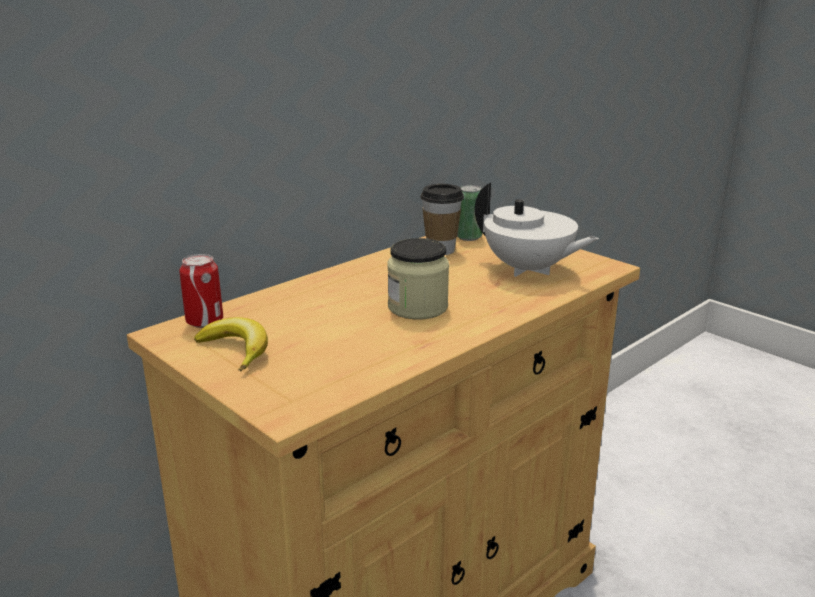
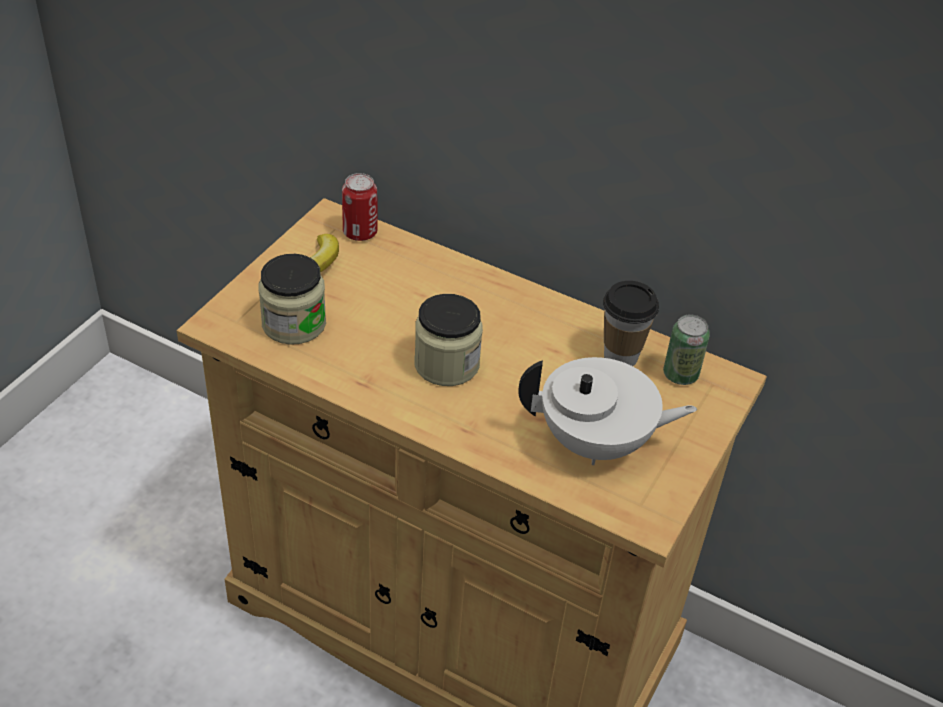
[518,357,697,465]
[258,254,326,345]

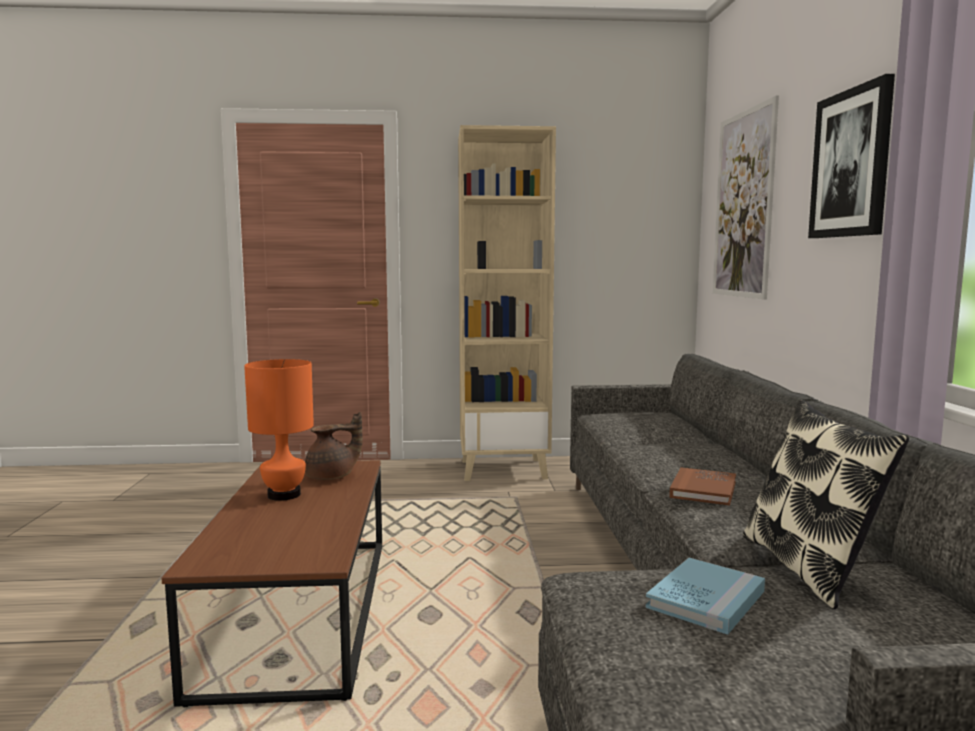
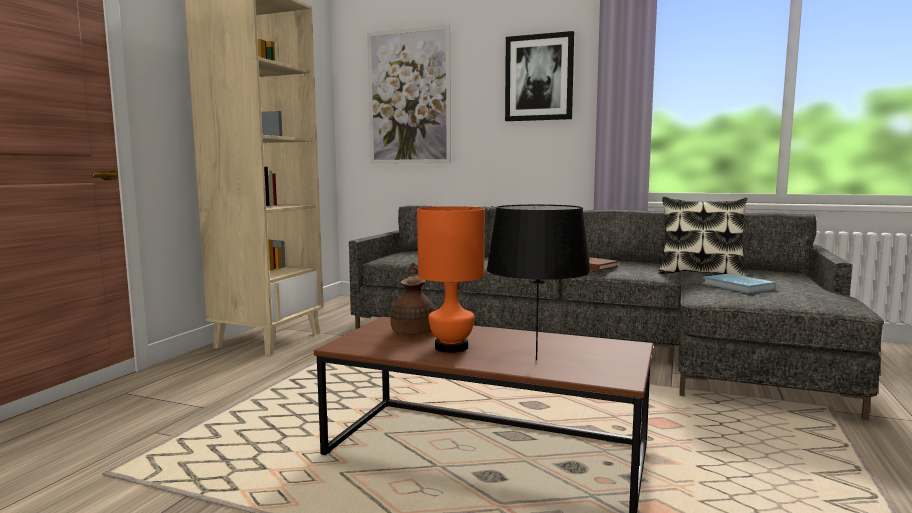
[486,204,591,361]

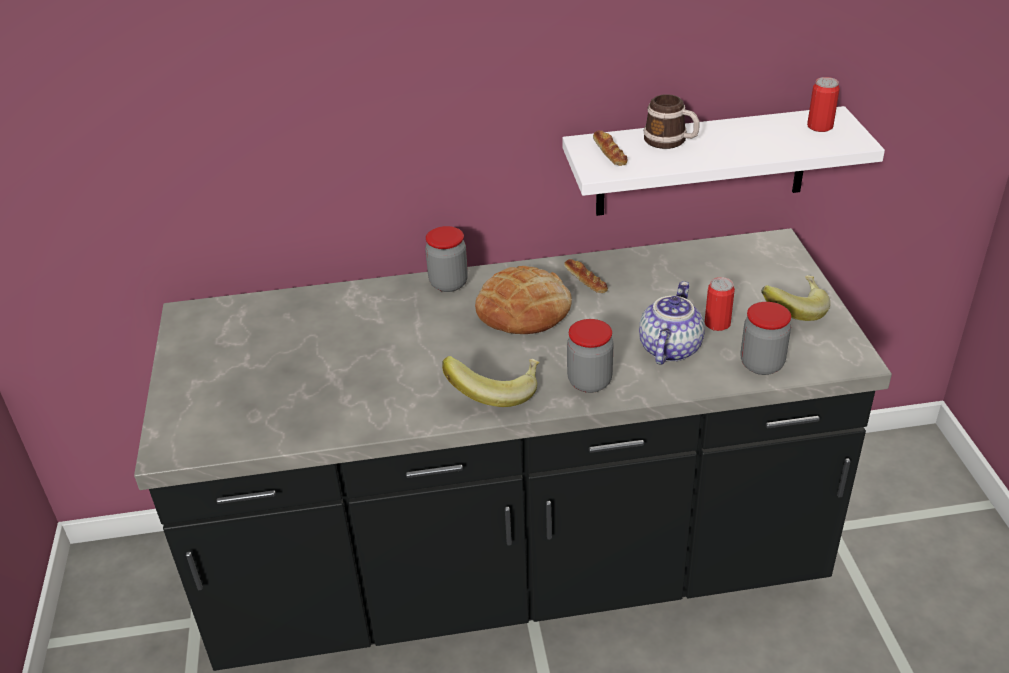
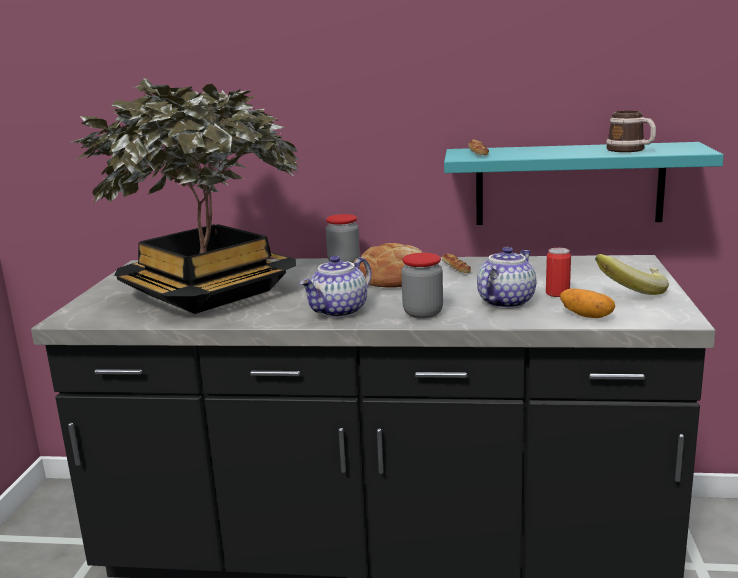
[300,256,372,318]
[444,142,724,225]
[606,111,656,152]
[560,288,616,318]
[807,77,840,132] (first image)
[69,78,299,314]

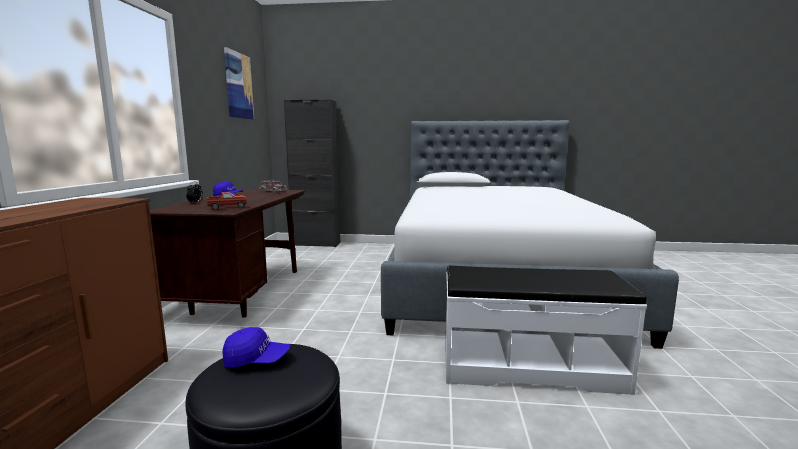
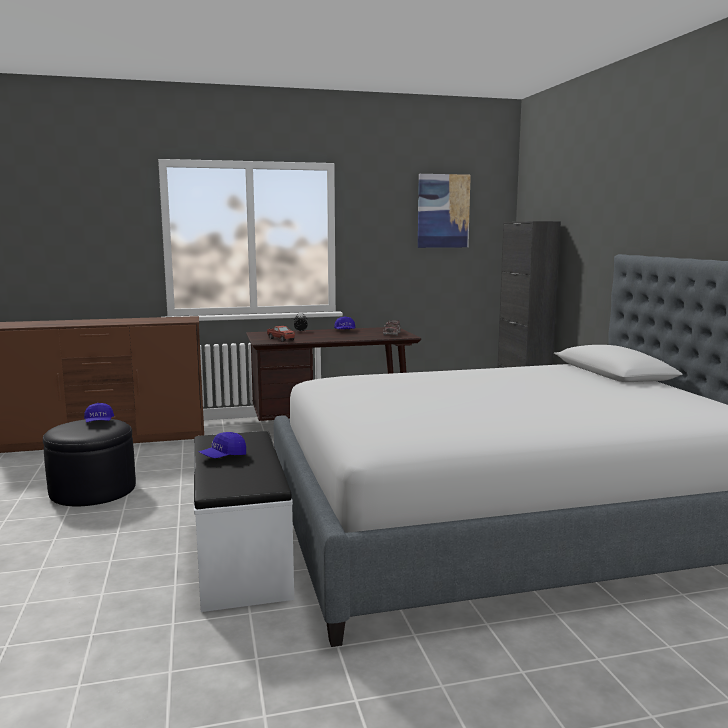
[198,432,246,458]

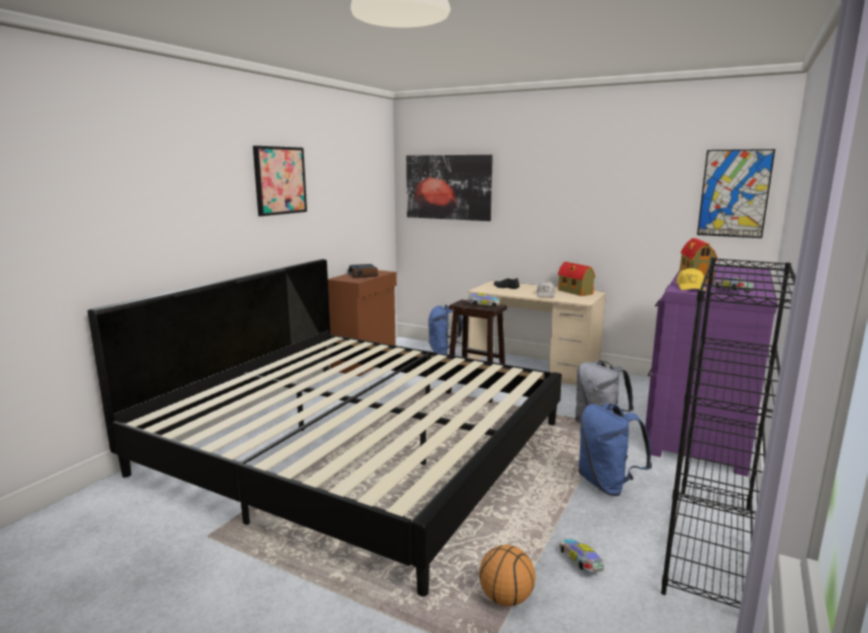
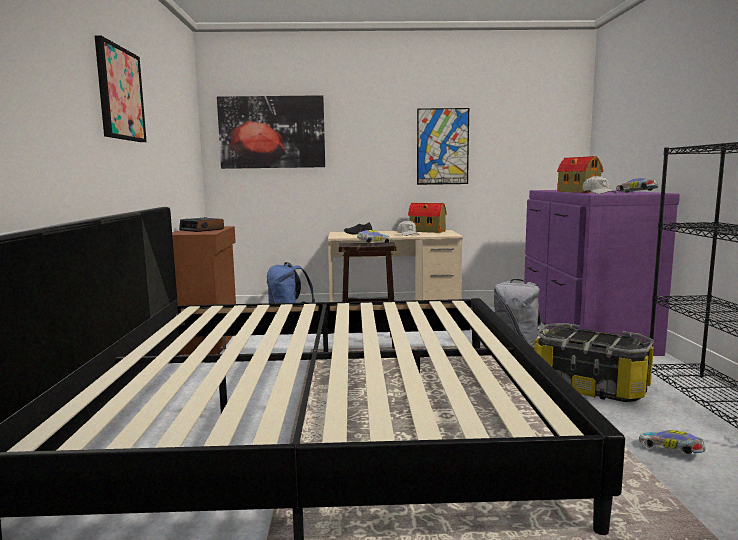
[479,545,535,606] (first image)
[534,323,654,402]
[582,175,617,194]
[417,108,469,185]

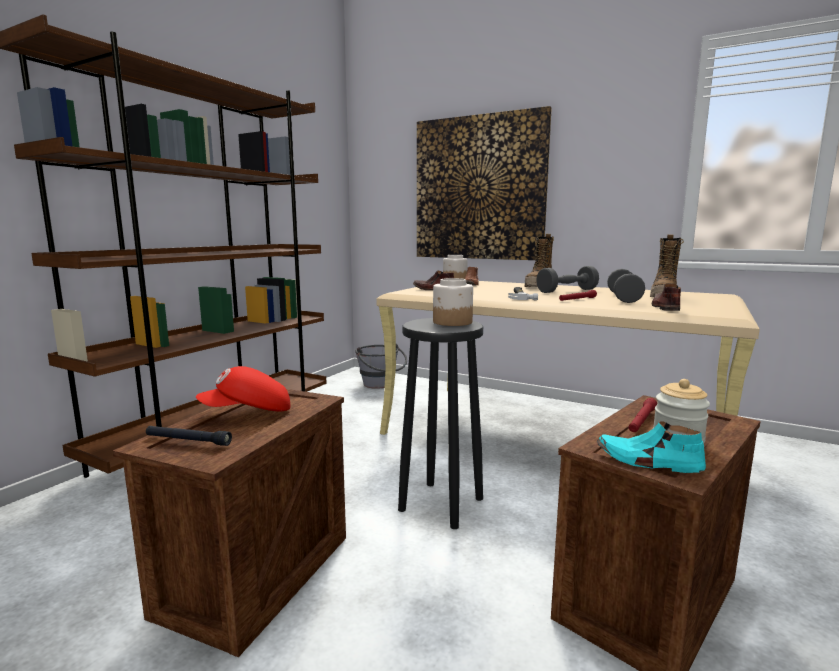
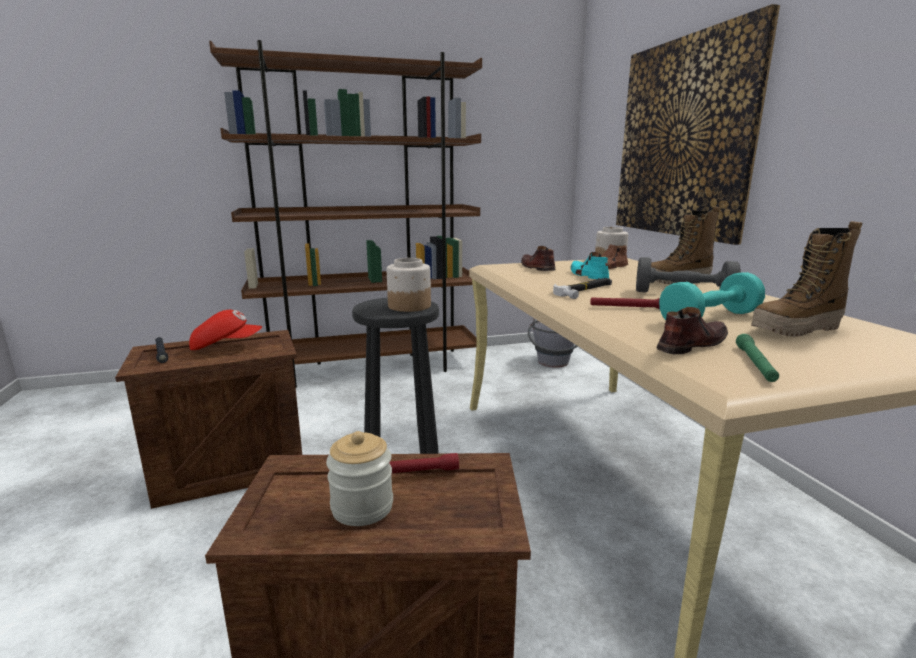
[189,310,262,350]
[571,252,609,280]
[659,272,765,320]
[736,334,779,382]

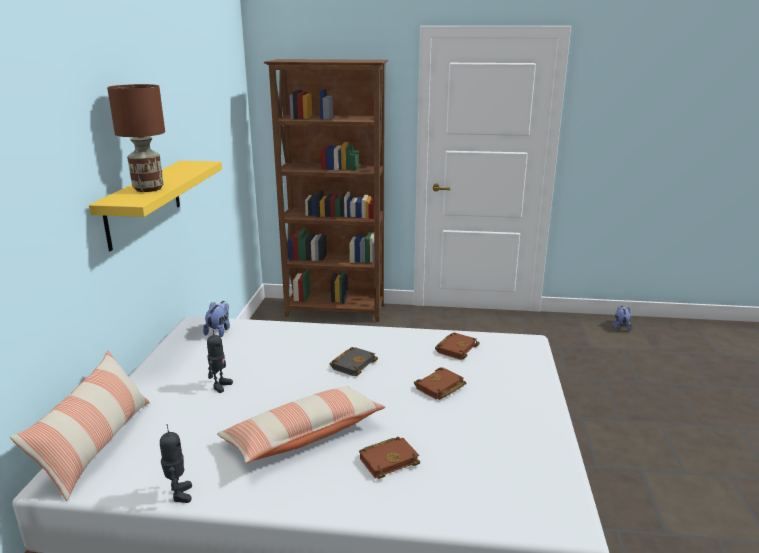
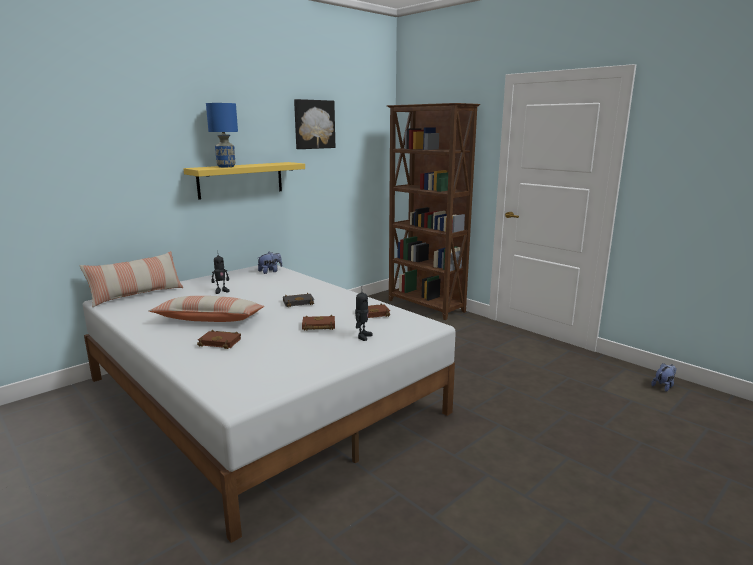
[206,103,238,167]
[355,286,373,341]
[294,99,335,149]

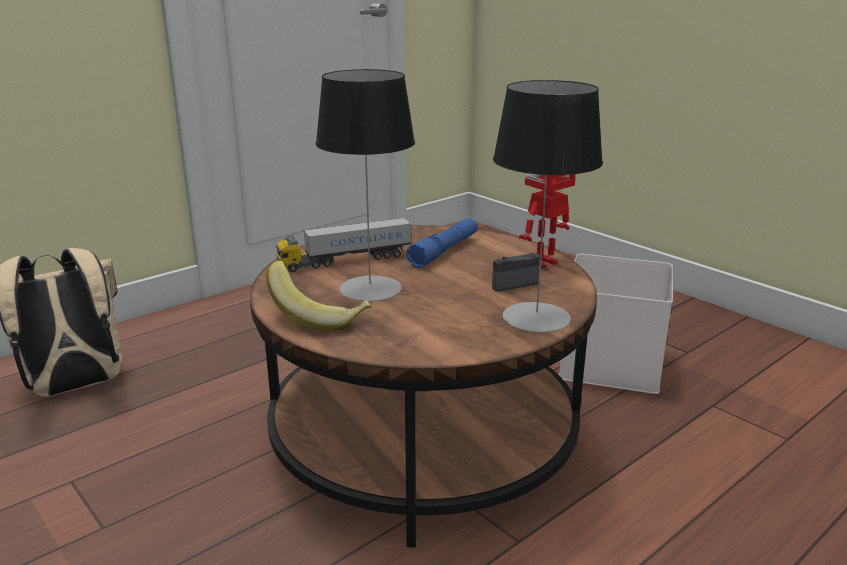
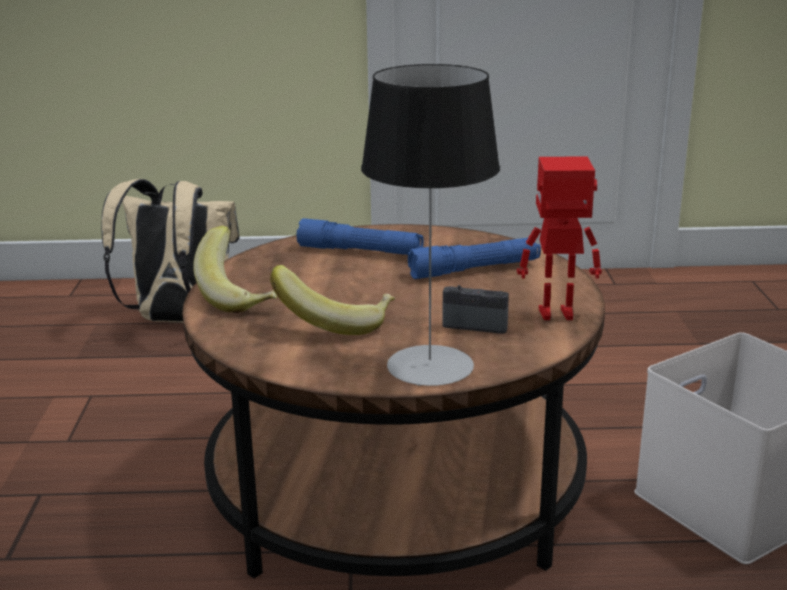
[296,218,424,255]
[316,69,415,302] (first image)
[270,265,395,335]

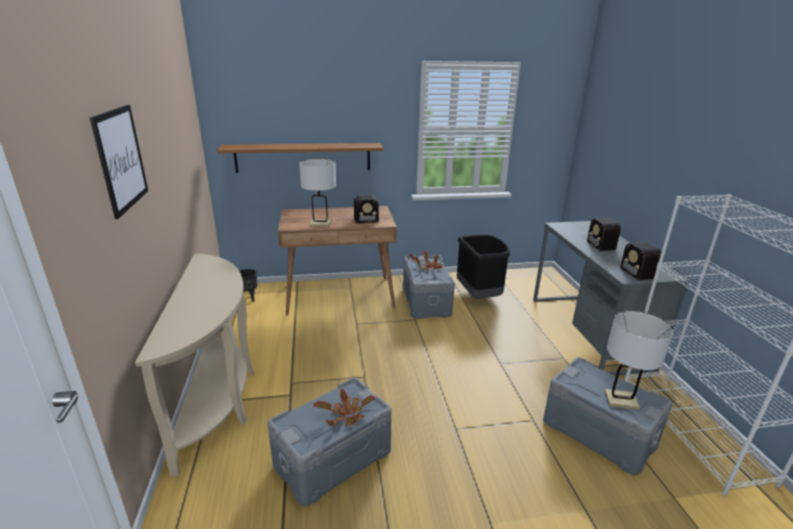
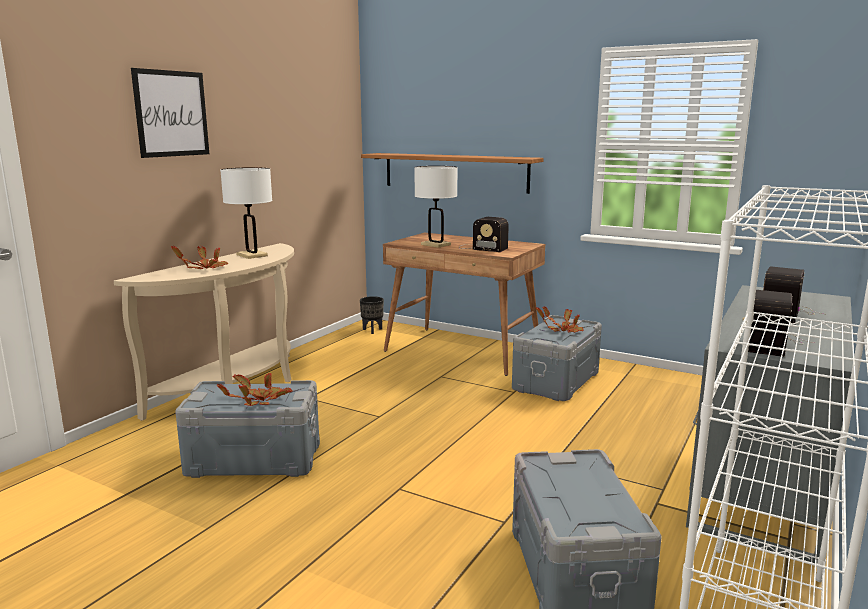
[457,234,510,299] (first image)
[220,167,272,259]
[171,246,228,269]

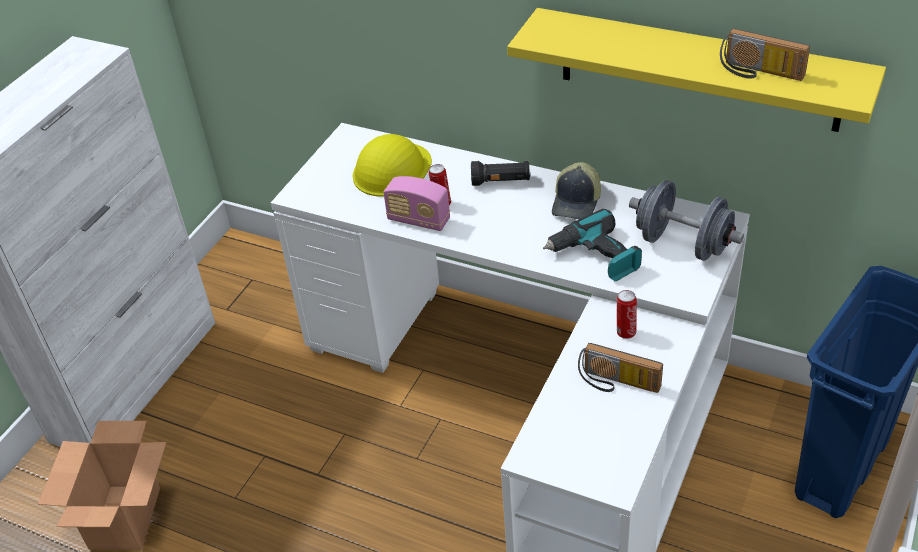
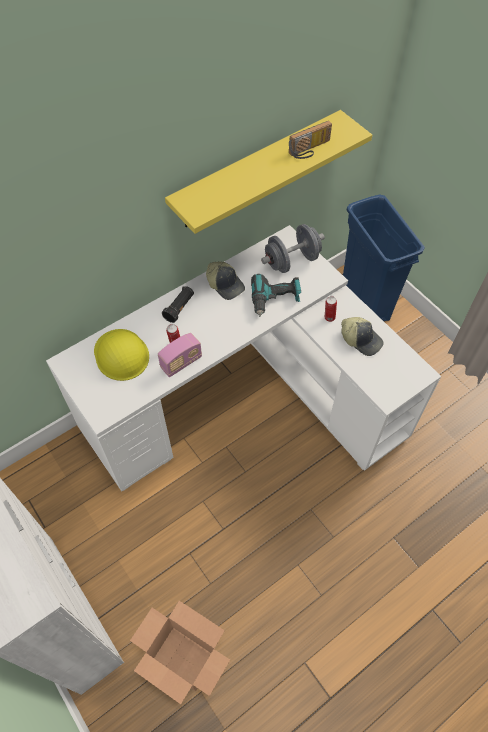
[341,317,384,356]

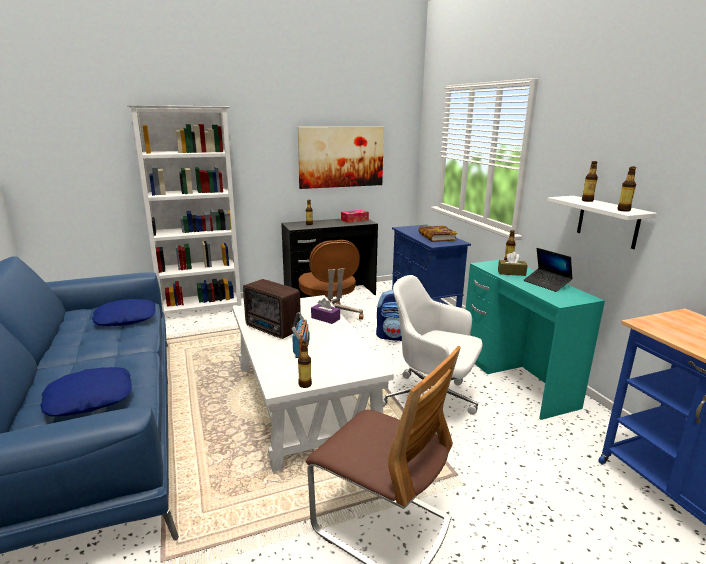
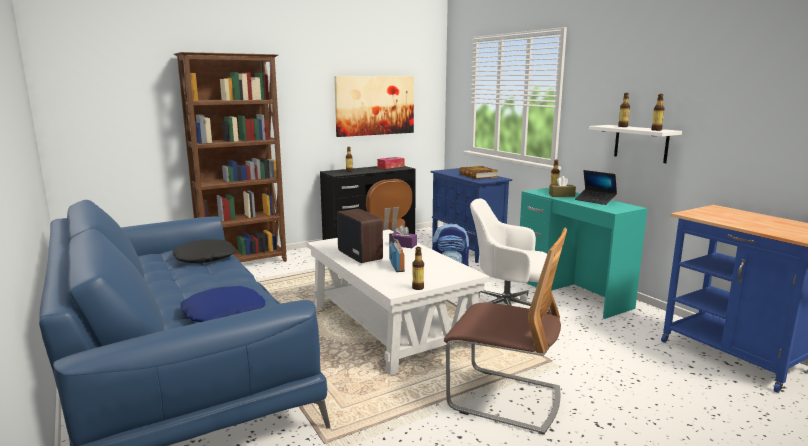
[172,239,237,263]
[174,52,287,262]
[337,209,383,263]

